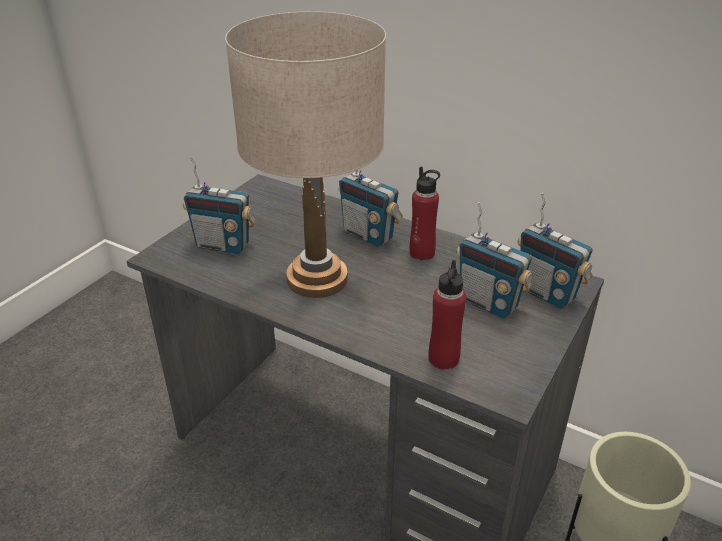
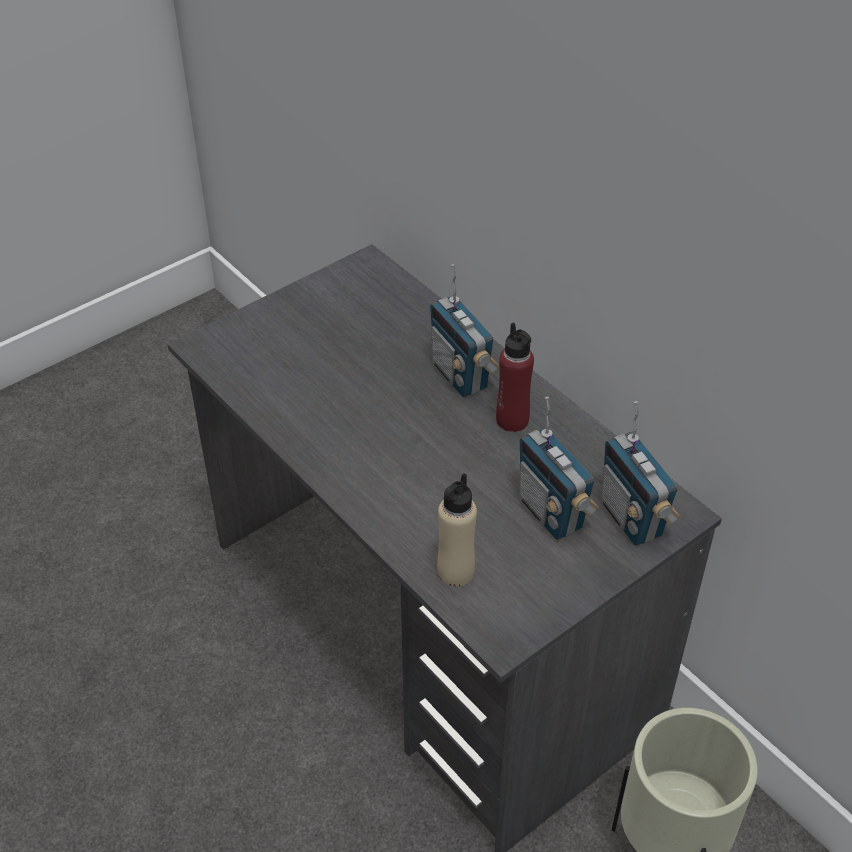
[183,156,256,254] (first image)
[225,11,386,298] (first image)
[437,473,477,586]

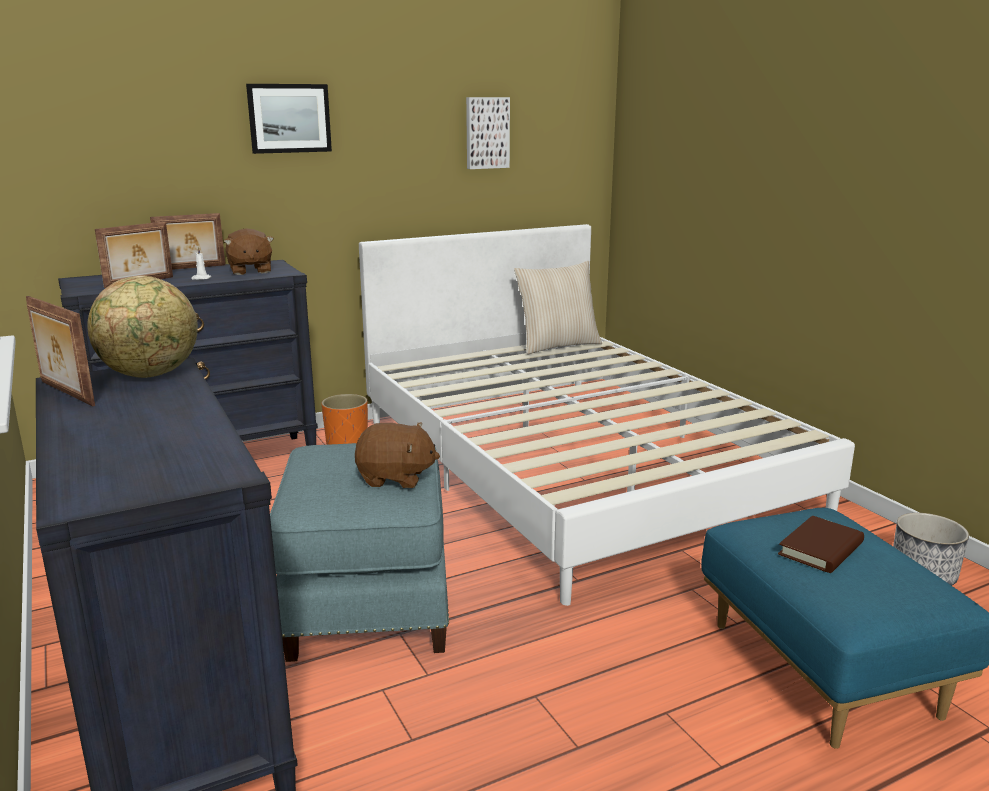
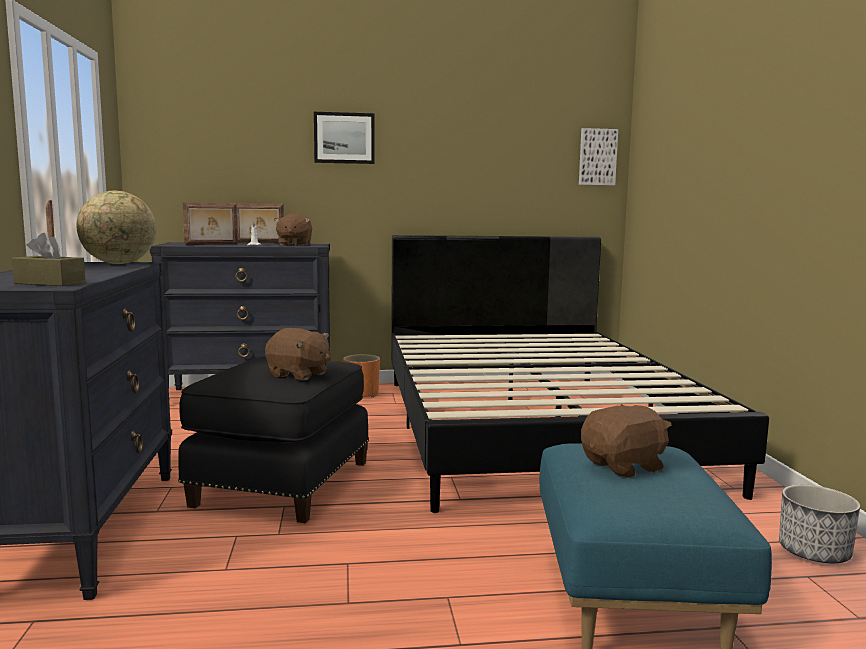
[178,357,369,523]
[391,235,769,513]
[579,128,618,185]
[514,261,602,354] (first image)
[581,404,671,478]
[12,233,86,286]

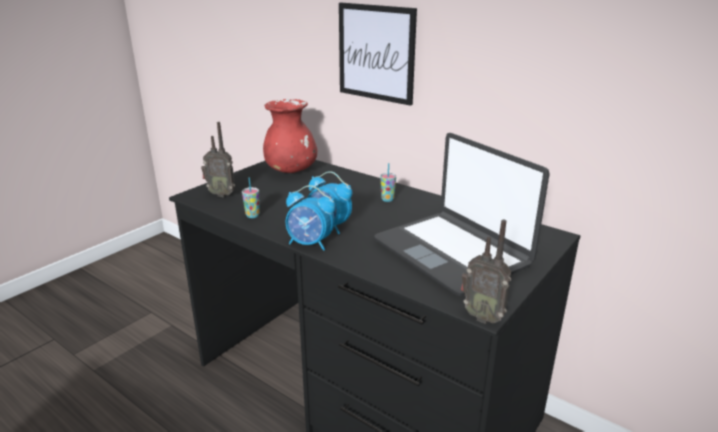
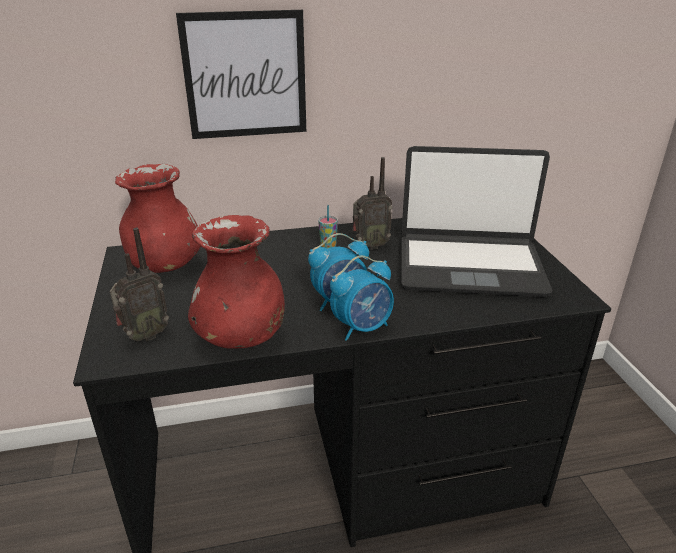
[188,215,285,349]
[353,157,393,250]

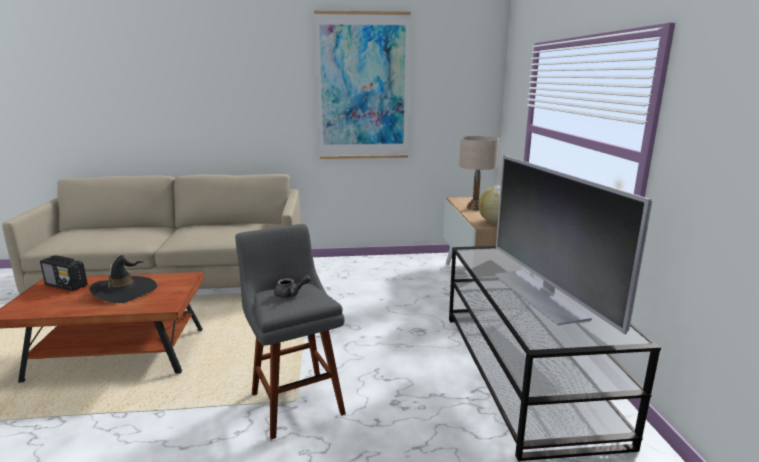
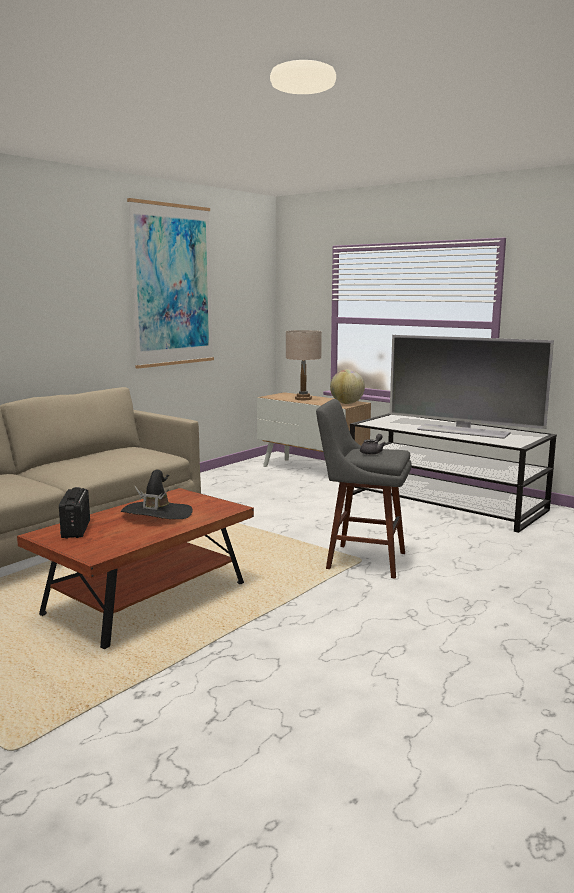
[59,487,90,538]

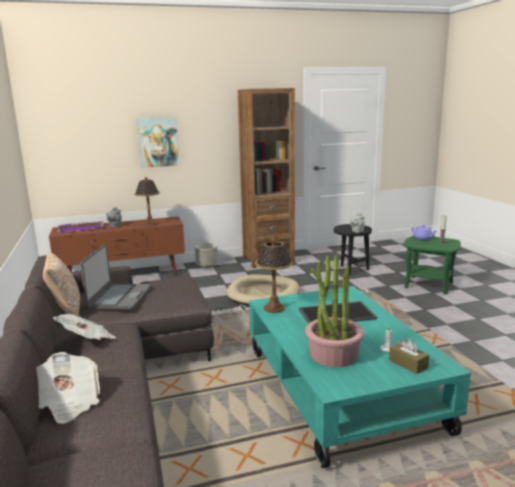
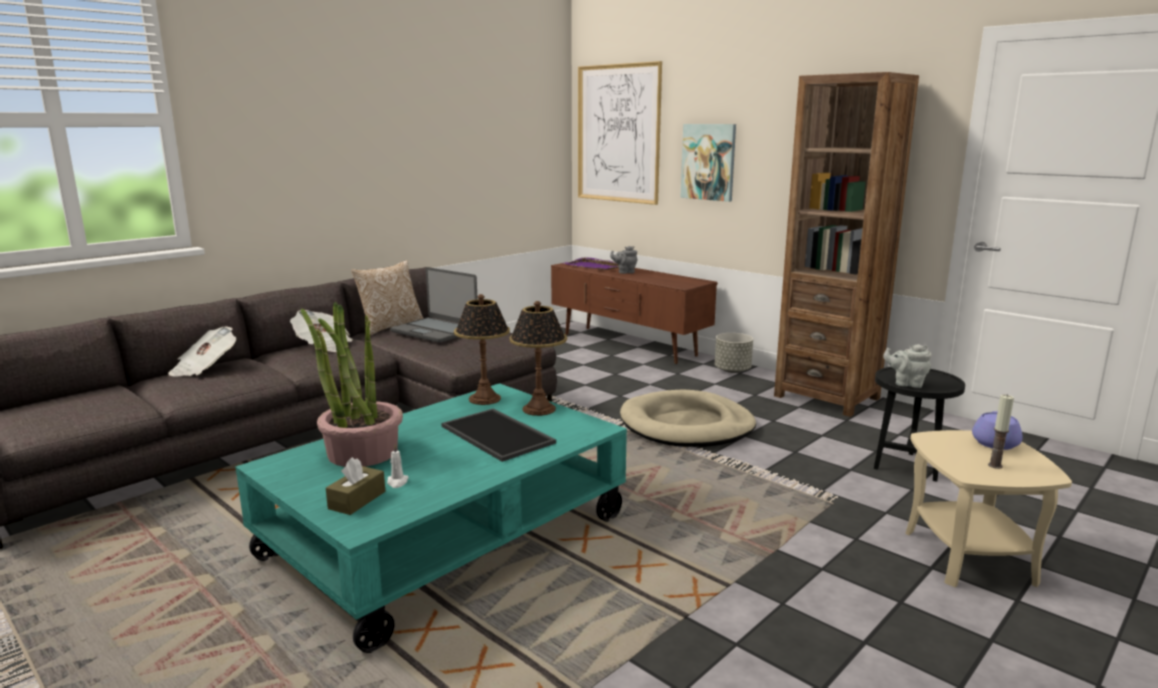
[391,267,478,343]
[509,301,567,416]
[905,430,1072,588]
[578,61,662,205]

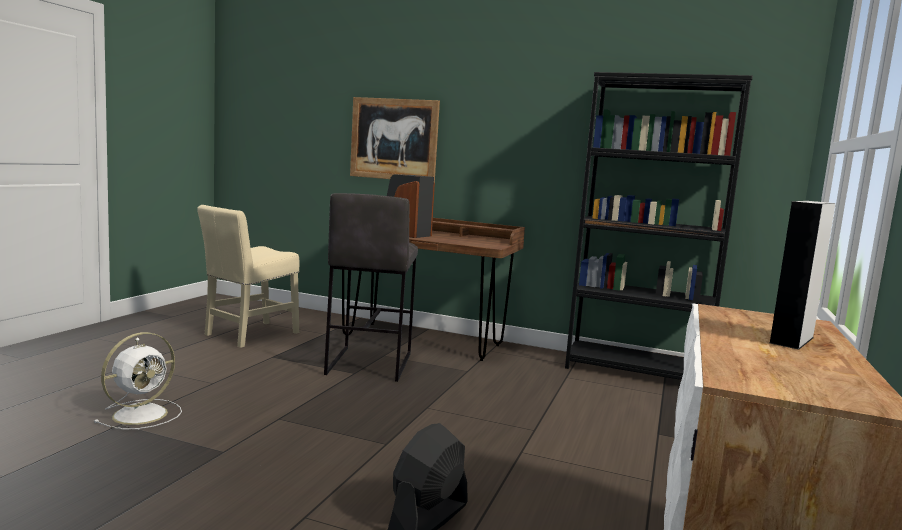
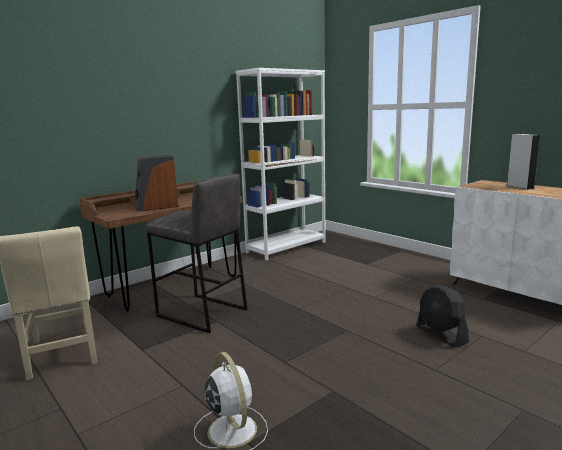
[350,97,440,183] (first image)
[236,68,326,261]

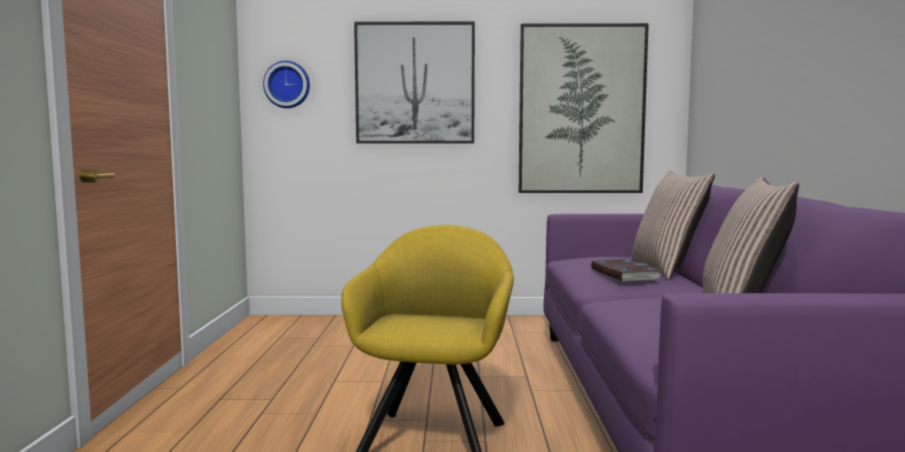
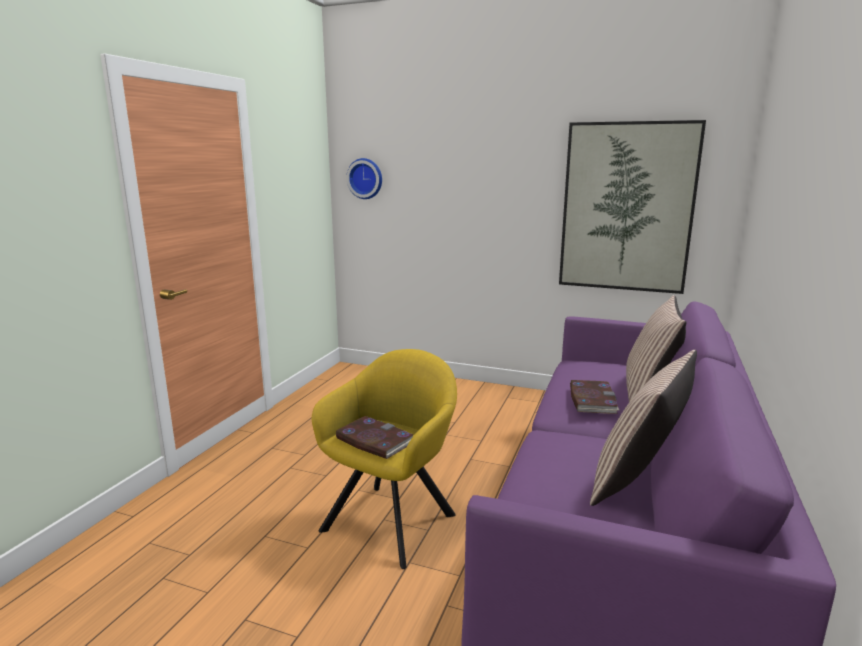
[354,22,475,143] (first image)
[336,416,413,459]

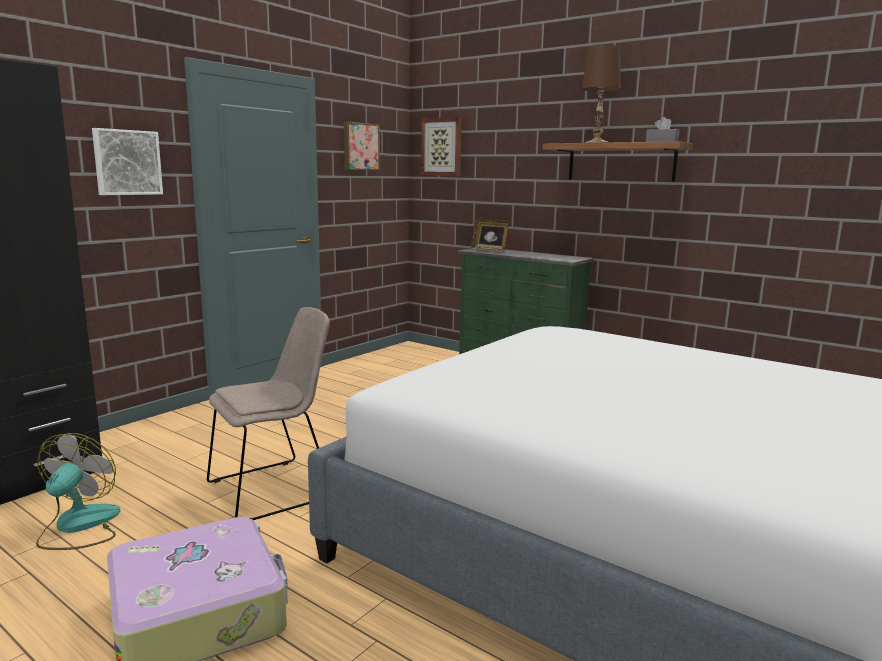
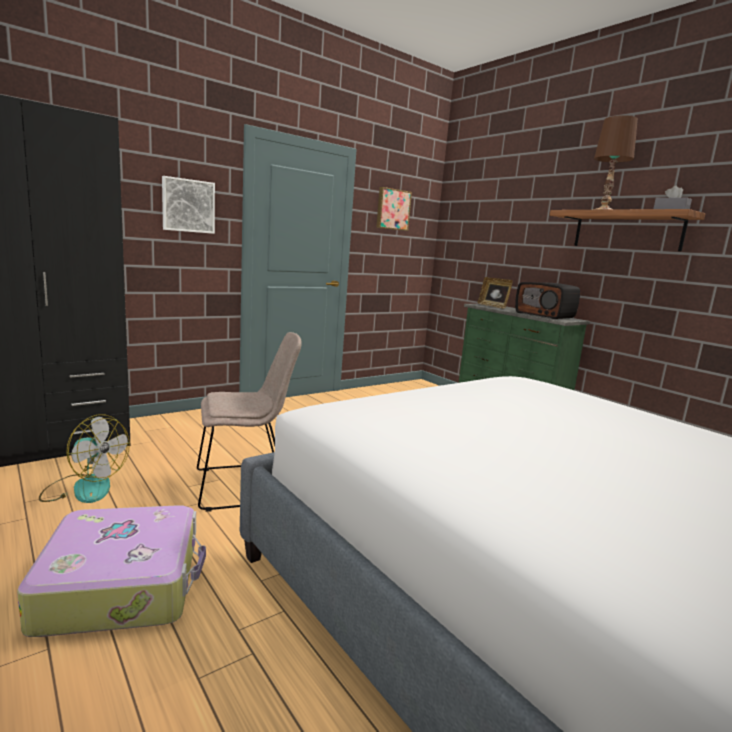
[39,414,130,503]
[421,117,462,176] (first image)
[515,282,580,319]

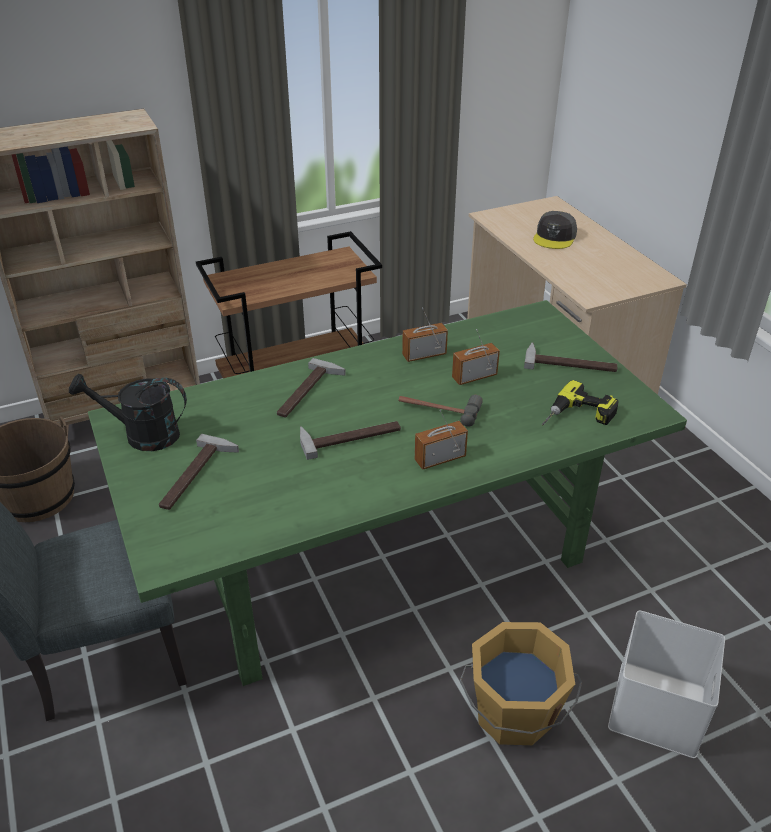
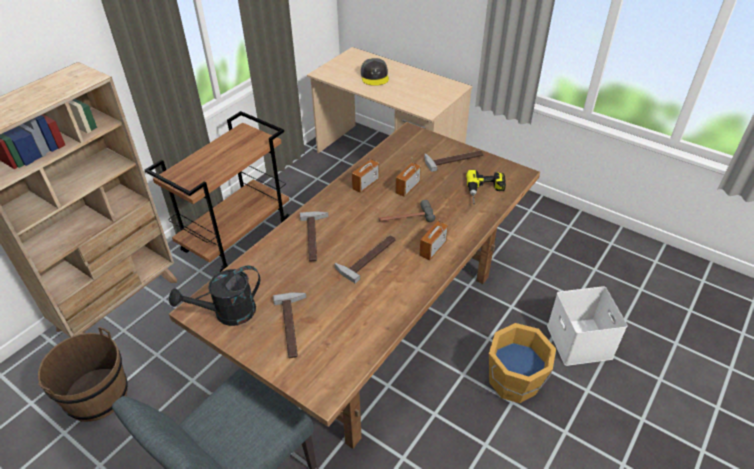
[169,122,540,449]

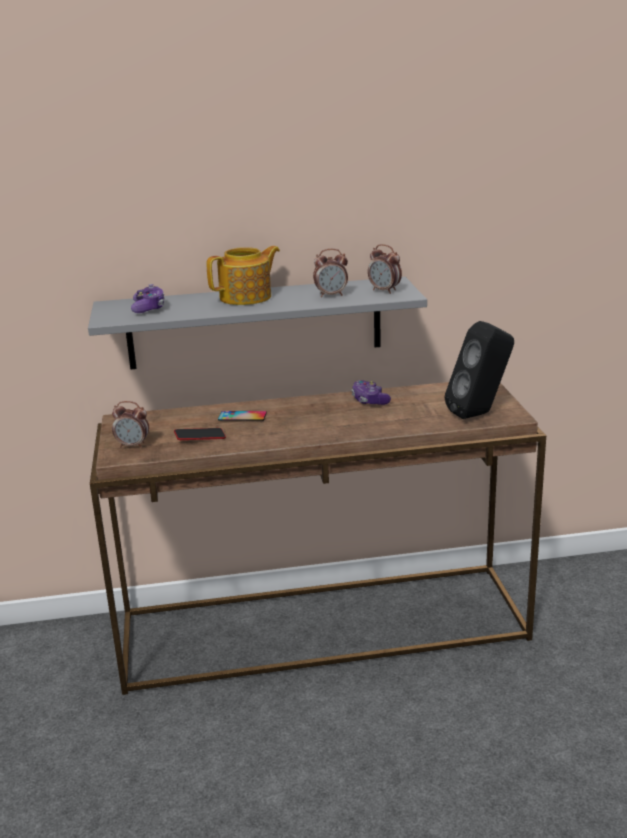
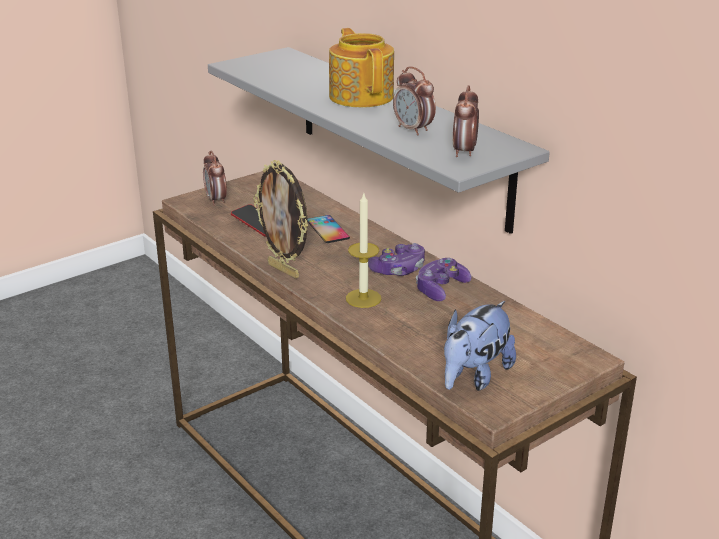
[368,243,425,276]
[329,28,394,107]
[444,301,516,391]
[253,160,308,279]
[346,194,382,308]

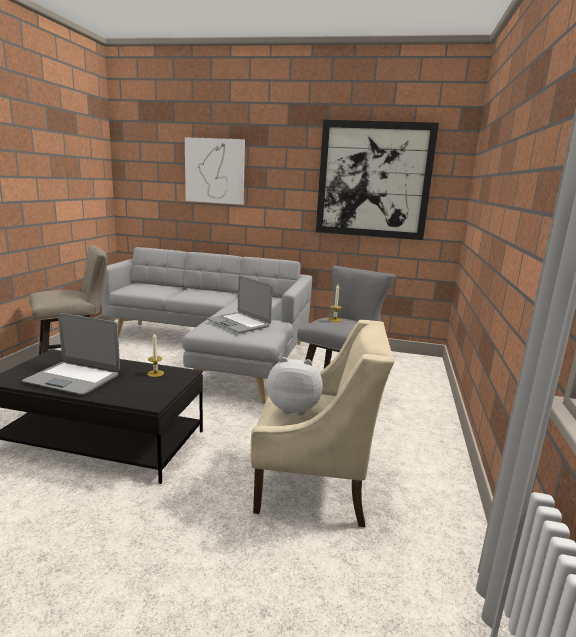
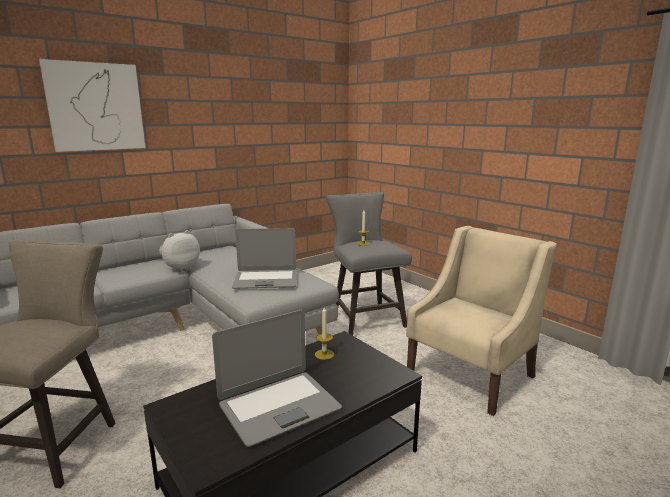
[159,230,200,272]
[316,120,439,240] (first image)

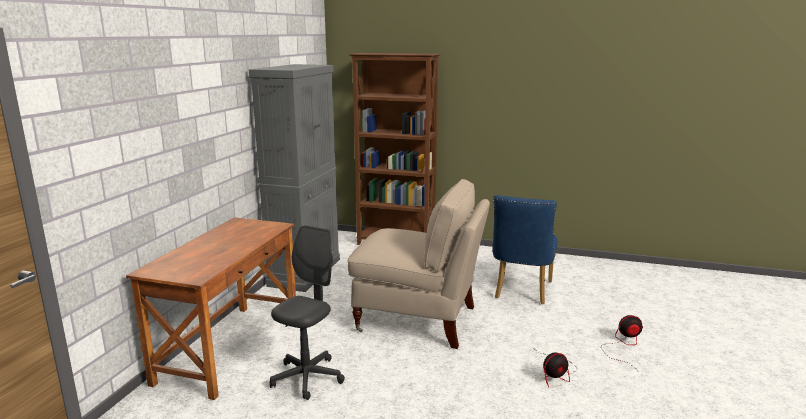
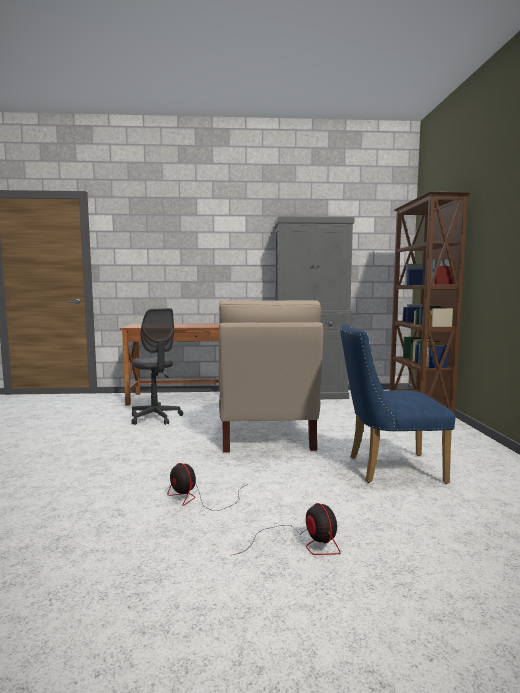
[131,308,183,425]

